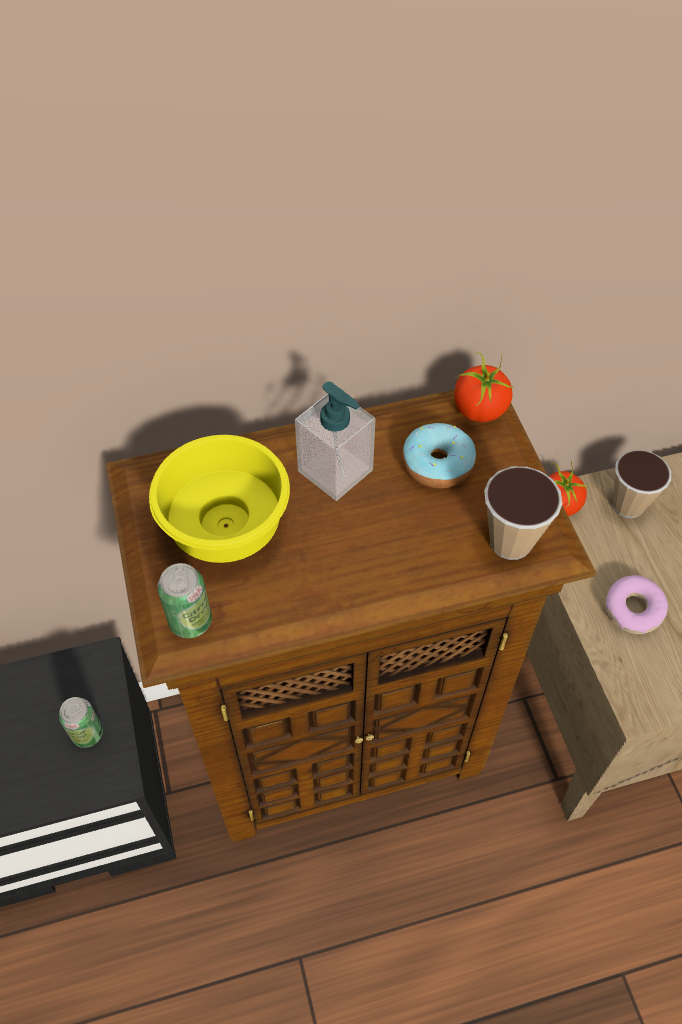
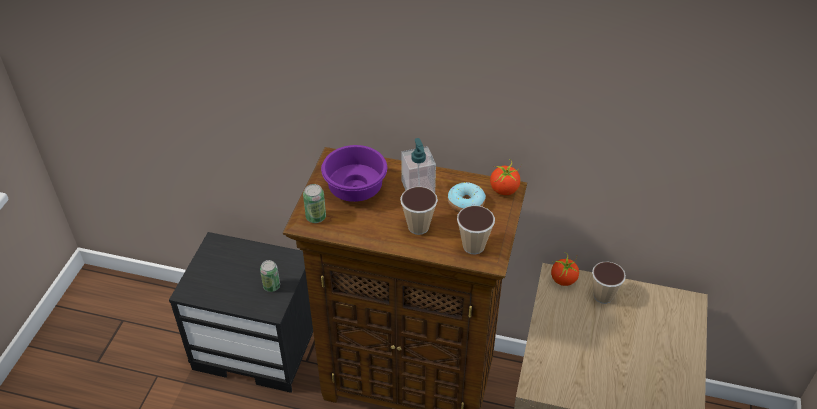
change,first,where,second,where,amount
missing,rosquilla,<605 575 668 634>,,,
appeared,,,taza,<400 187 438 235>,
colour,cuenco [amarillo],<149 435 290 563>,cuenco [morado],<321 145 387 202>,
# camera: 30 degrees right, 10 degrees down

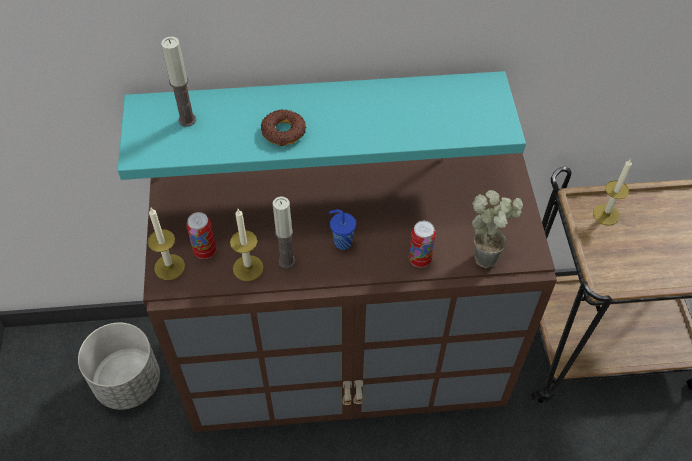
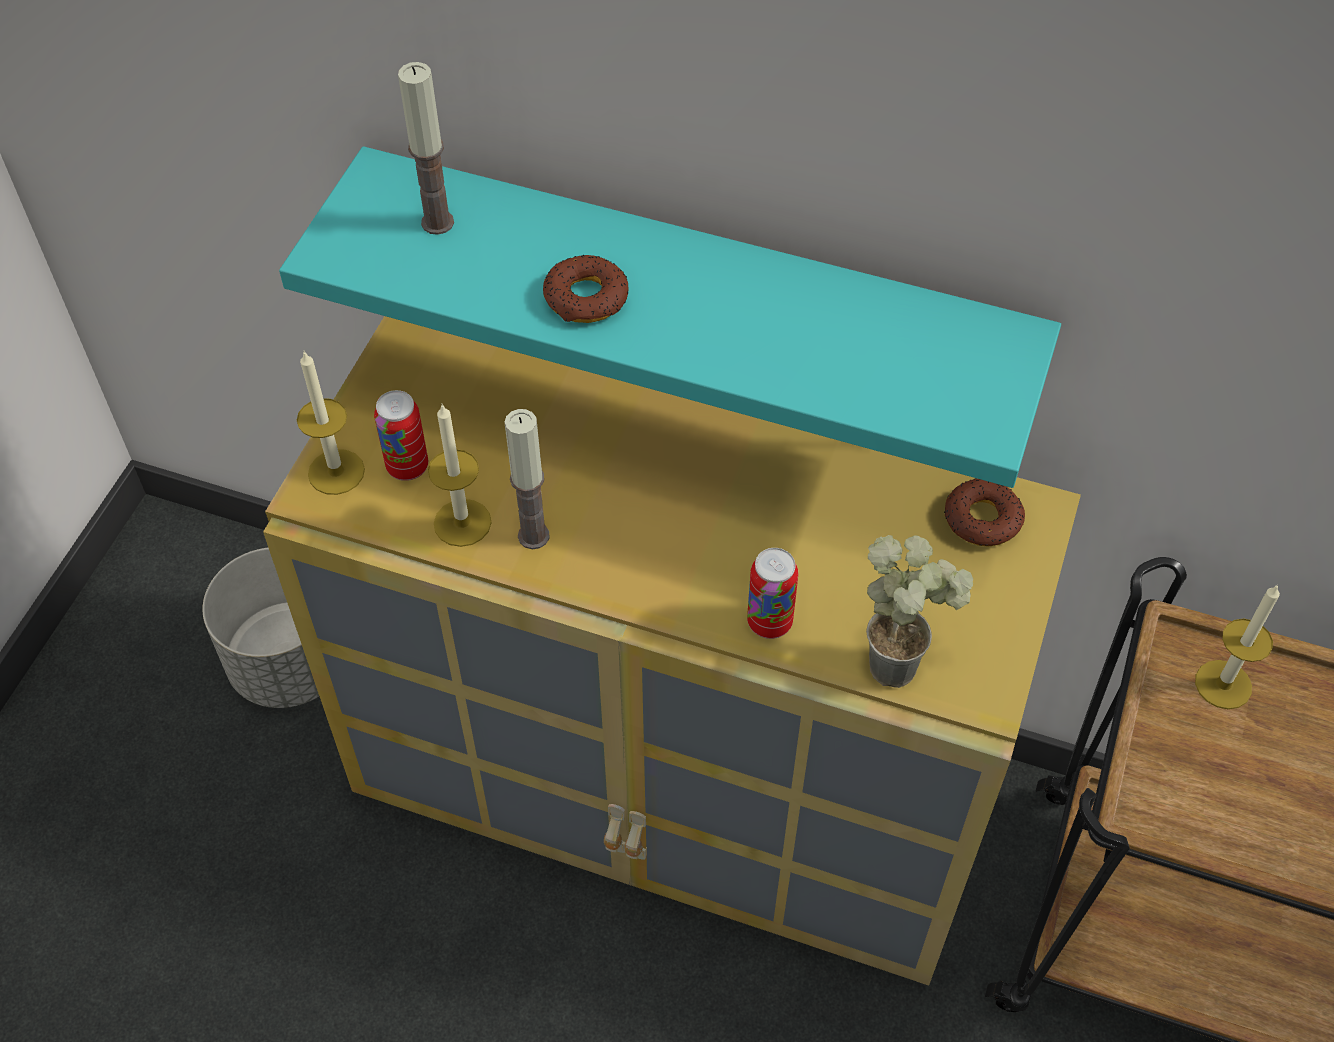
change,first,where,second,where,amount
missing,taza [azul],<329 209 356 250>,,,
appeared,,,rosquilla,<944 478 1025 547>,
colour,armario [marrón],<143 153 557 432>,armario [amarillo],<263 316 1081 986>,
# camera: 25 degrees right, 0 degrees up

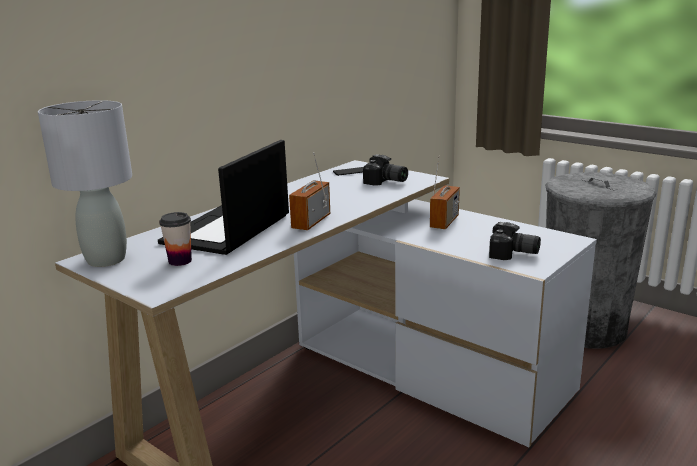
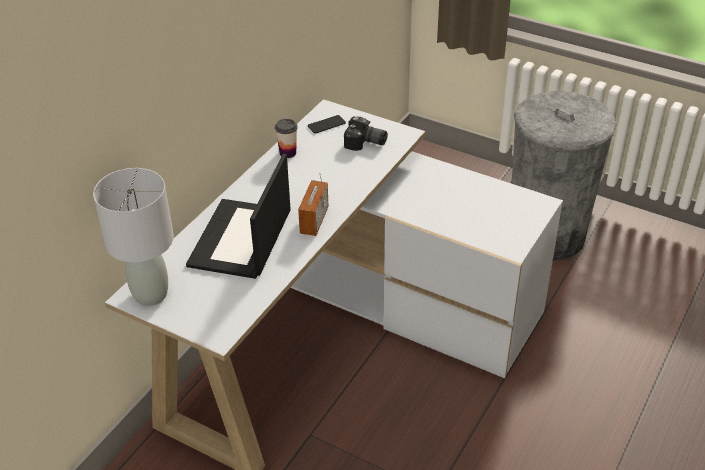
change,first,where,second,where,amount
missing,radio,<430 156 460 229>,,,
missing,cámara,<489 222 541 260>,,,
relocated,taza,<159 212 192 266>,,<275 119 298 158>,
# camera: 10 degrees left, 20 degrees up

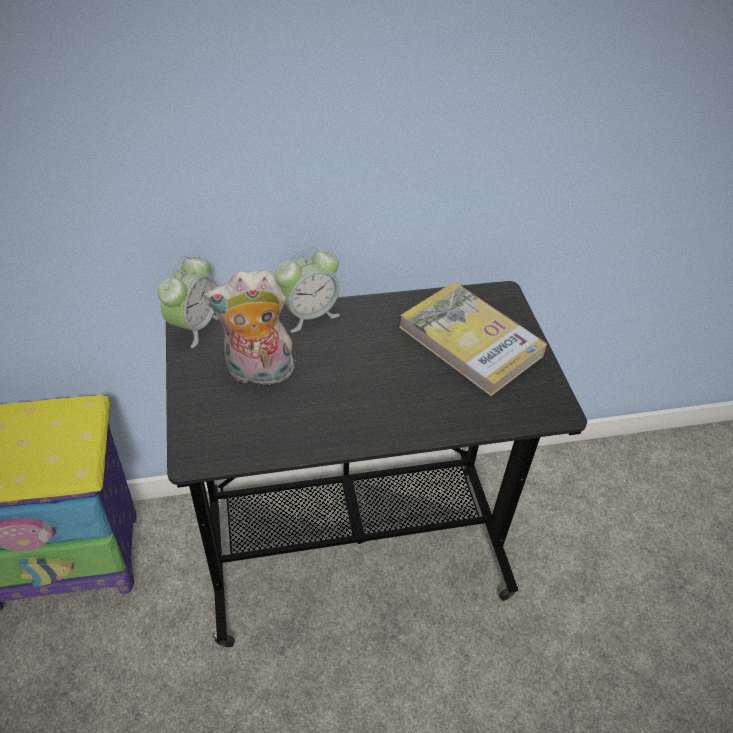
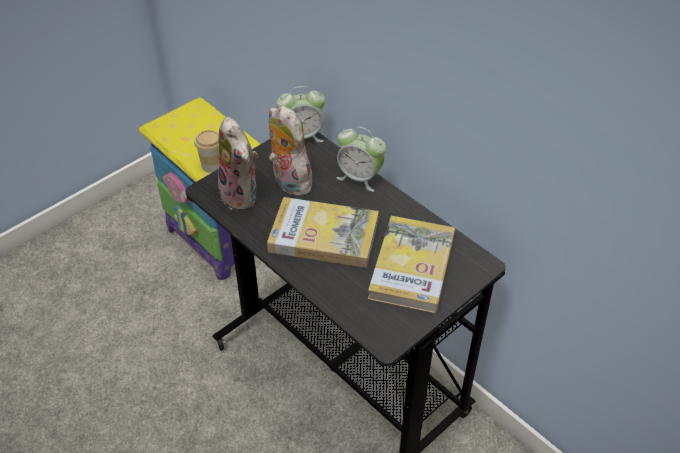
change,first,where,second,where,amount
appeared,,,taza,<194 130 220 173>,
appeared,,,peluche,<218 117 258 210>,
appeared,,,libro,<267 197 379 268>,
# camera: 60 degrees right, 0 degrees up

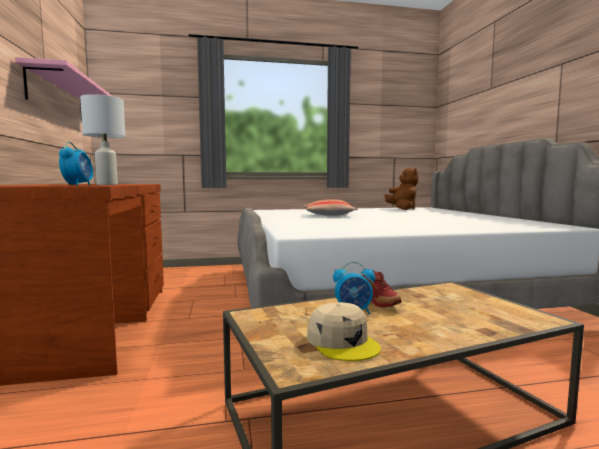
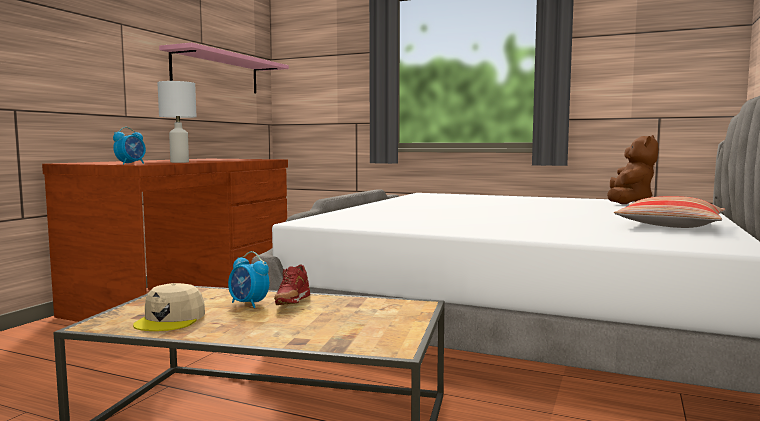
change,first,where,second,where,amount
relocated,cojín,<303 199 358 216>,,<614 196 726 228>,
# camera: 35 degrees right, 0 degrees up

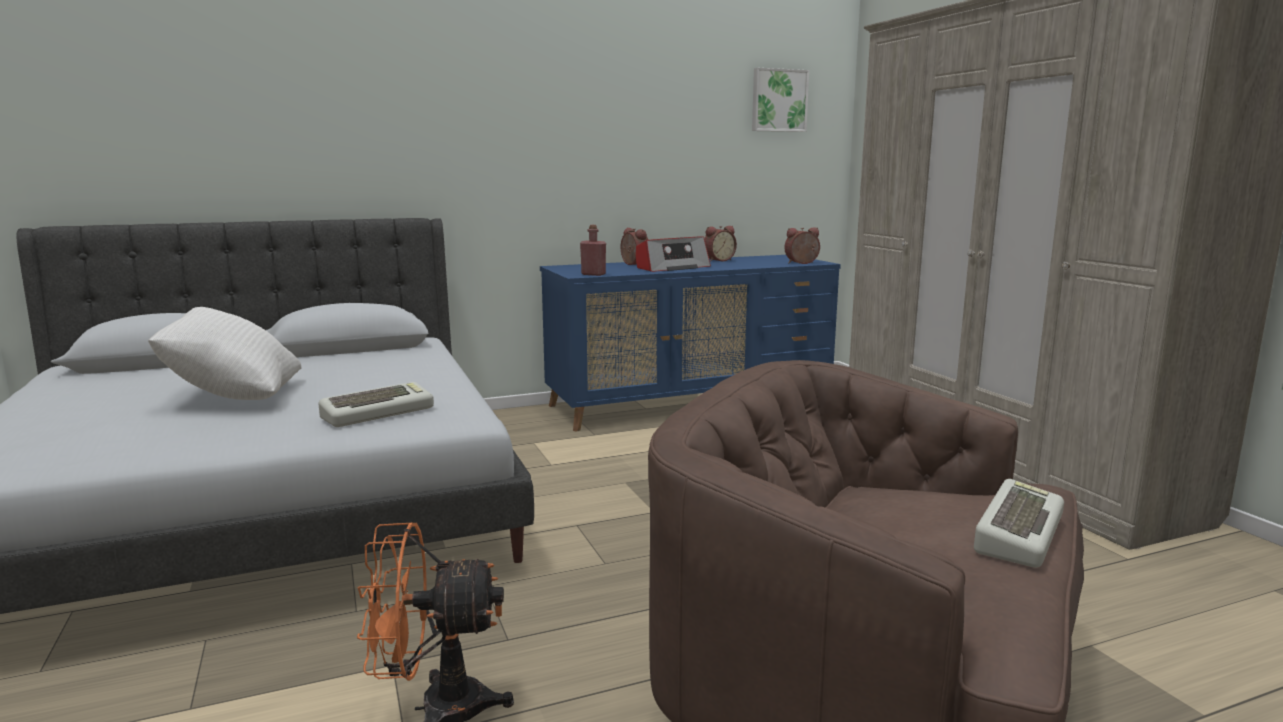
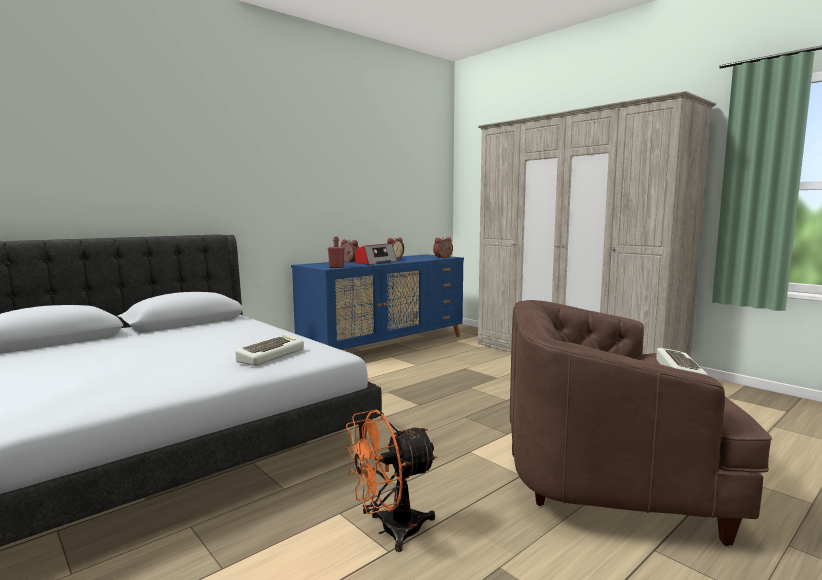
change,first,where,second,where,amount
missing,cojín [blanco],<148 307 301 400>,,,
missing,cuadro,<752 68 809 132>,,,
# camera: 20 degrees left, 5 degrees down

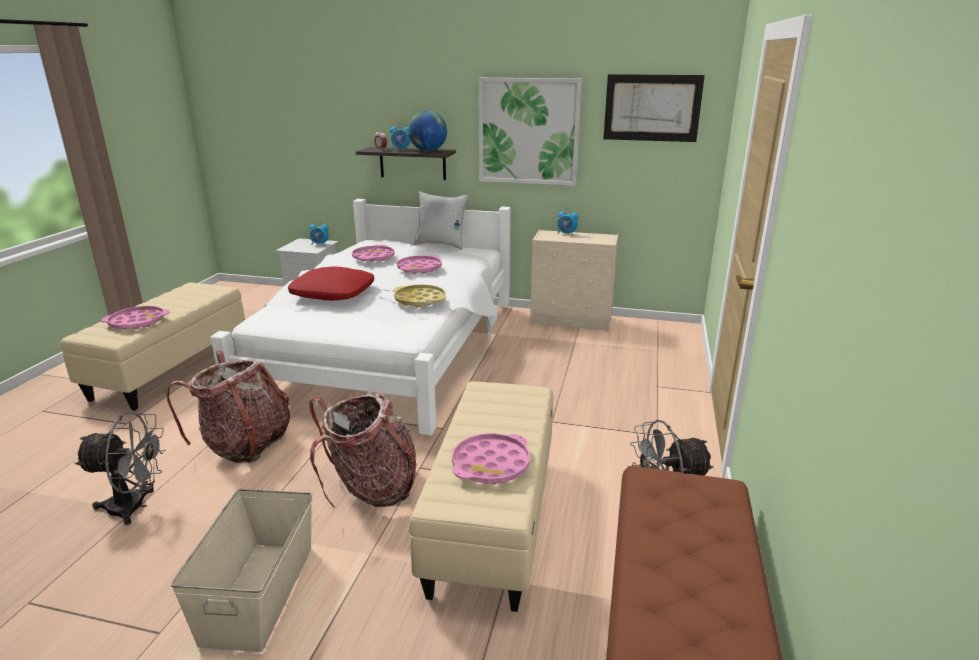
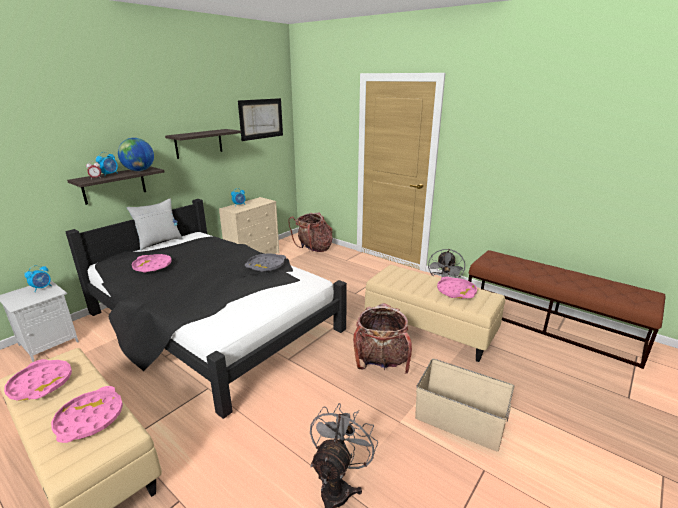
change,first,where,second,where,amount
missing,cojín [rojo],<288 266 374 300>,,,
relocated,mochila,<166 351 290 463>,,<288 212 332 252>,
relocated,bandeja [rosa],<397 255 442 274>,,<4 359 72 401>,
exchanged,cuadro,<478 78 582 186>,estante,<165 129 241 159>,
colour,cama [blanco],<211 199 511 435>,cama [negro],<66 199 347 419>,
colour,bandeja [amarillo],<394 284 446 308>,bandeja [gris],<245 253 286 272>,
# camera: 65 degrees left, 0 degrees up

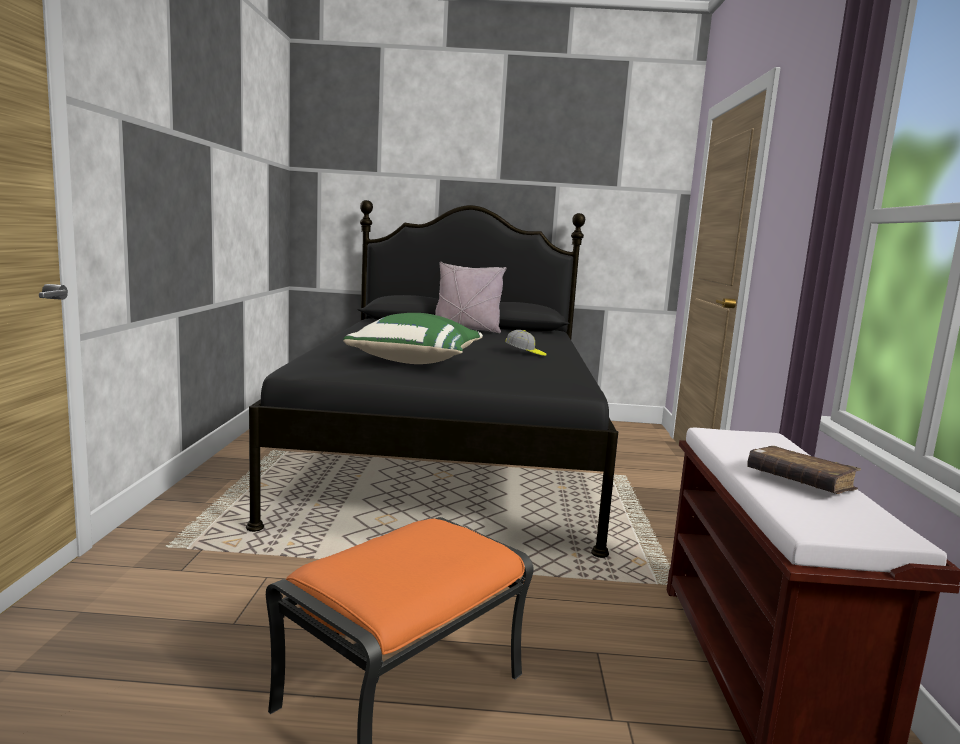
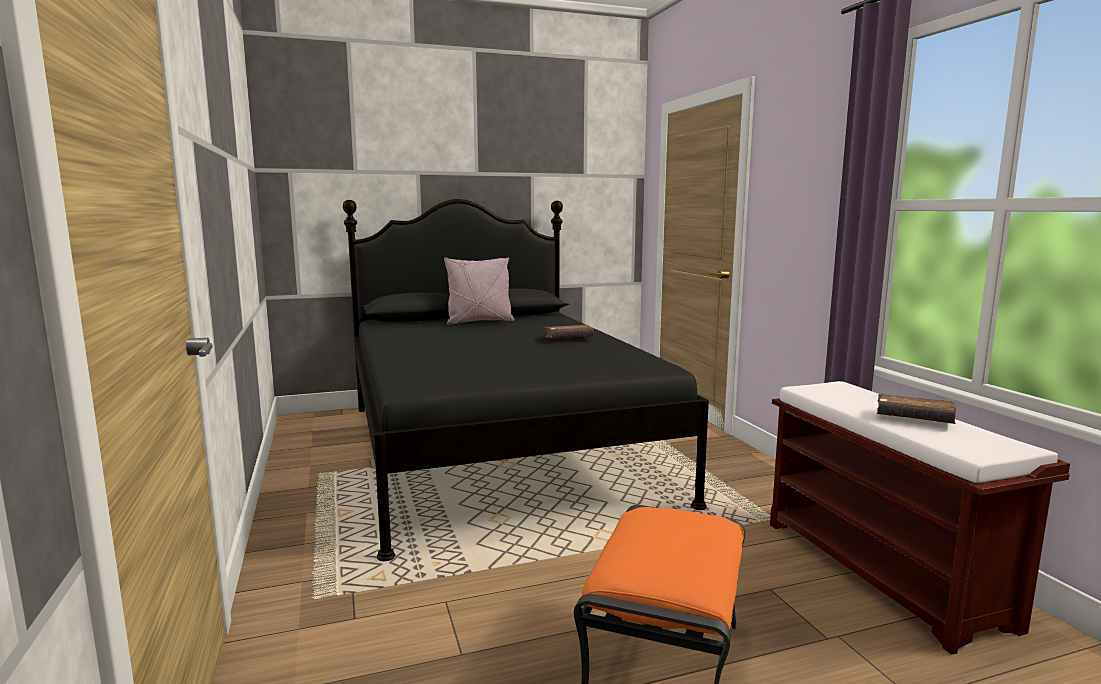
change,first,where,second,where,amount
missing,cojín [verde],<343 313 483 364>,,,
exchanged,gorra,<505 330 547 356>,libro [marrón],<545 324 594 338>,
# camera: 20 degrees left, 0 degrees up

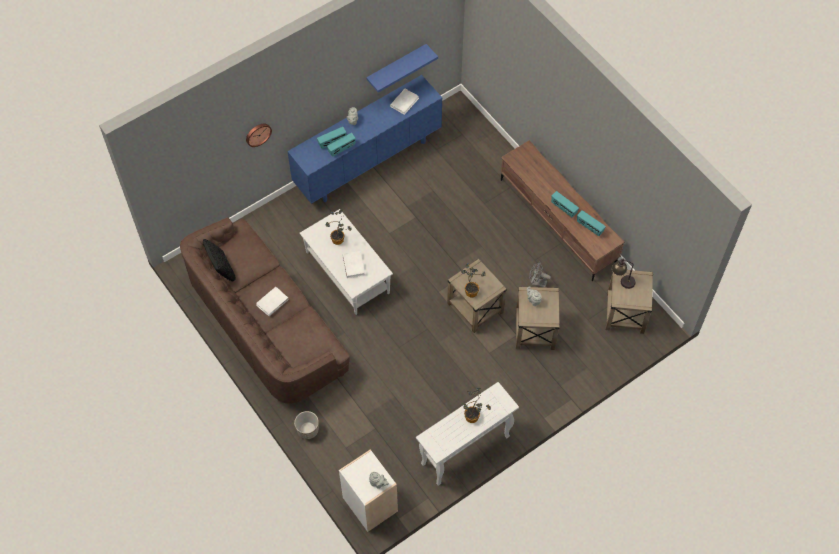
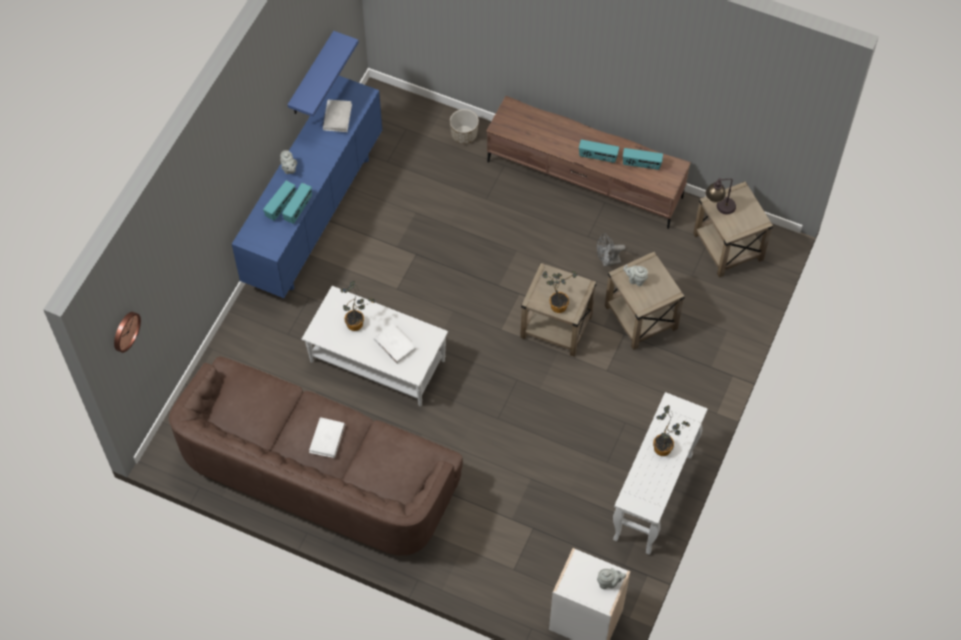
change,first,where,second,where,amount
missing,cojín [negro],<203 239 236 282>,,,
relocated,reloj de pared,<246 124 272 147>,,<114 312 141 353>,
relocated,maceta,<294 411 319 439>,,<450 109 479 144>,
# camera: 30 degrees left, 0 degrees up

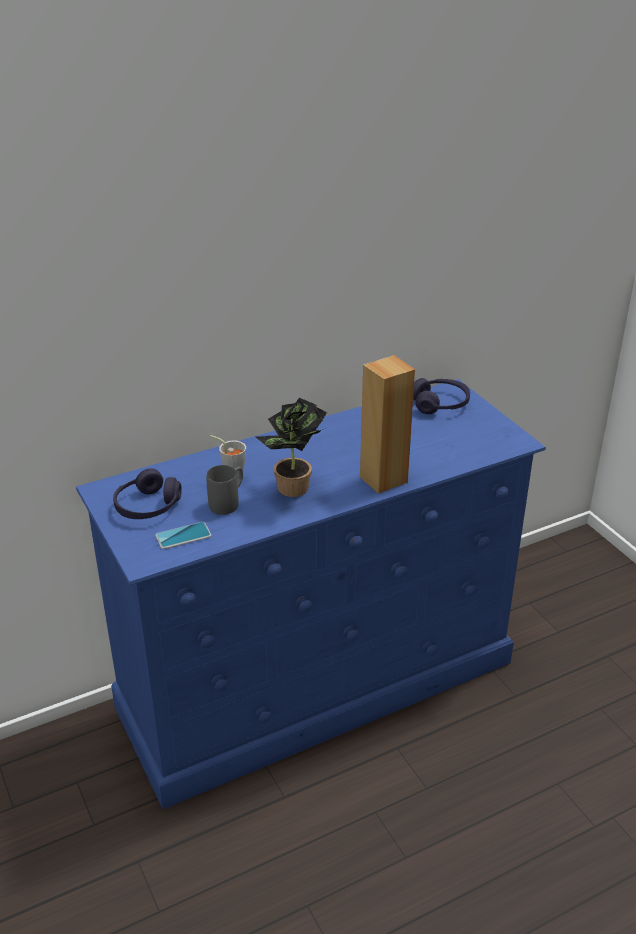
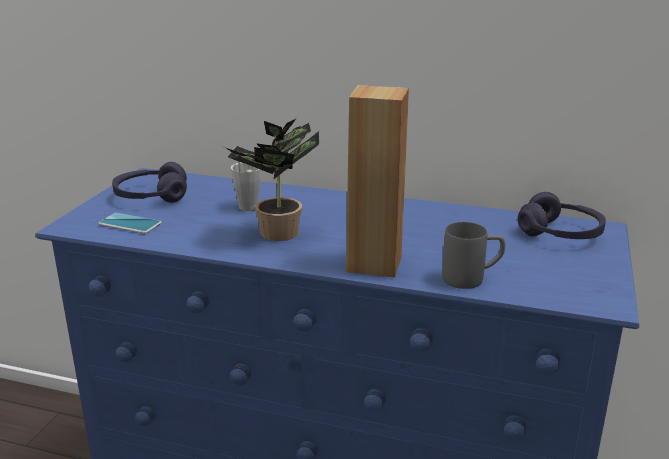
change,first,where,second,where,amount
relocated,taza grande [gris],<206 465 243 515>,,<442 222 505 289>,
# camera: 45 degrees right, 10 degrees down

